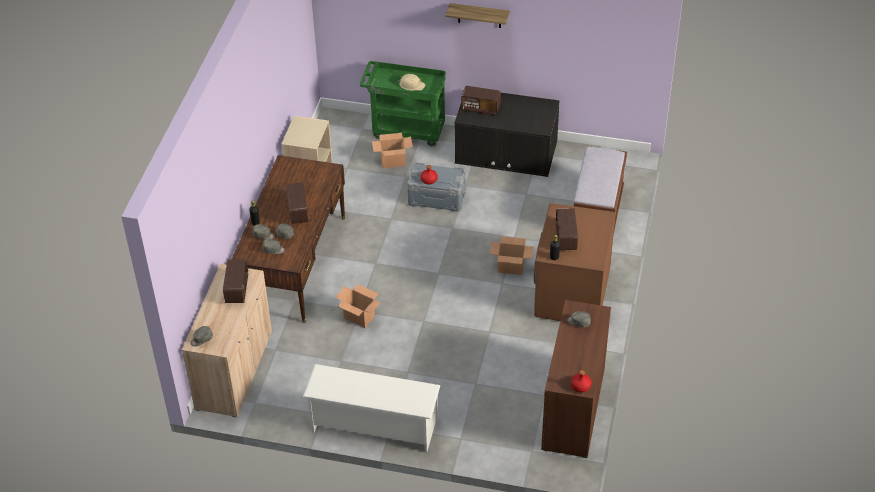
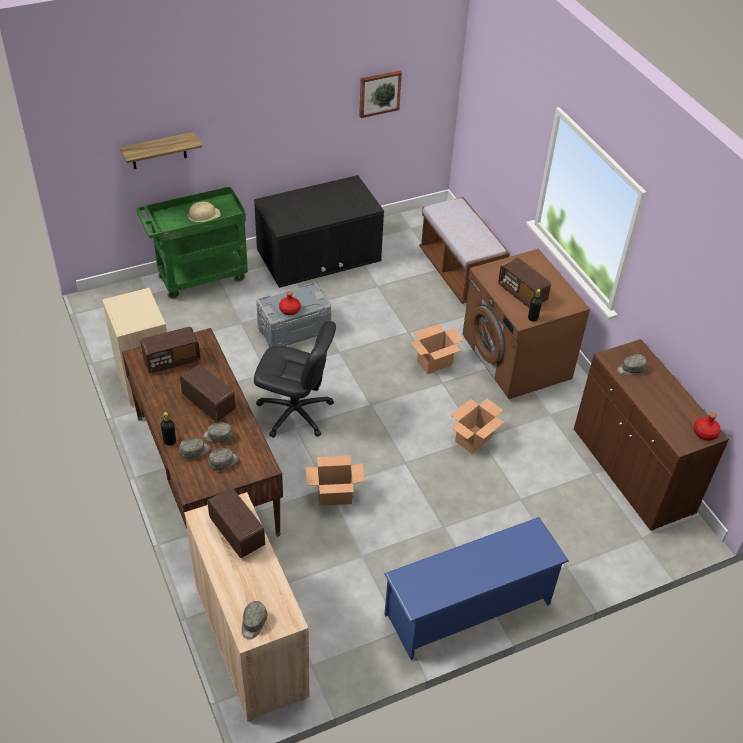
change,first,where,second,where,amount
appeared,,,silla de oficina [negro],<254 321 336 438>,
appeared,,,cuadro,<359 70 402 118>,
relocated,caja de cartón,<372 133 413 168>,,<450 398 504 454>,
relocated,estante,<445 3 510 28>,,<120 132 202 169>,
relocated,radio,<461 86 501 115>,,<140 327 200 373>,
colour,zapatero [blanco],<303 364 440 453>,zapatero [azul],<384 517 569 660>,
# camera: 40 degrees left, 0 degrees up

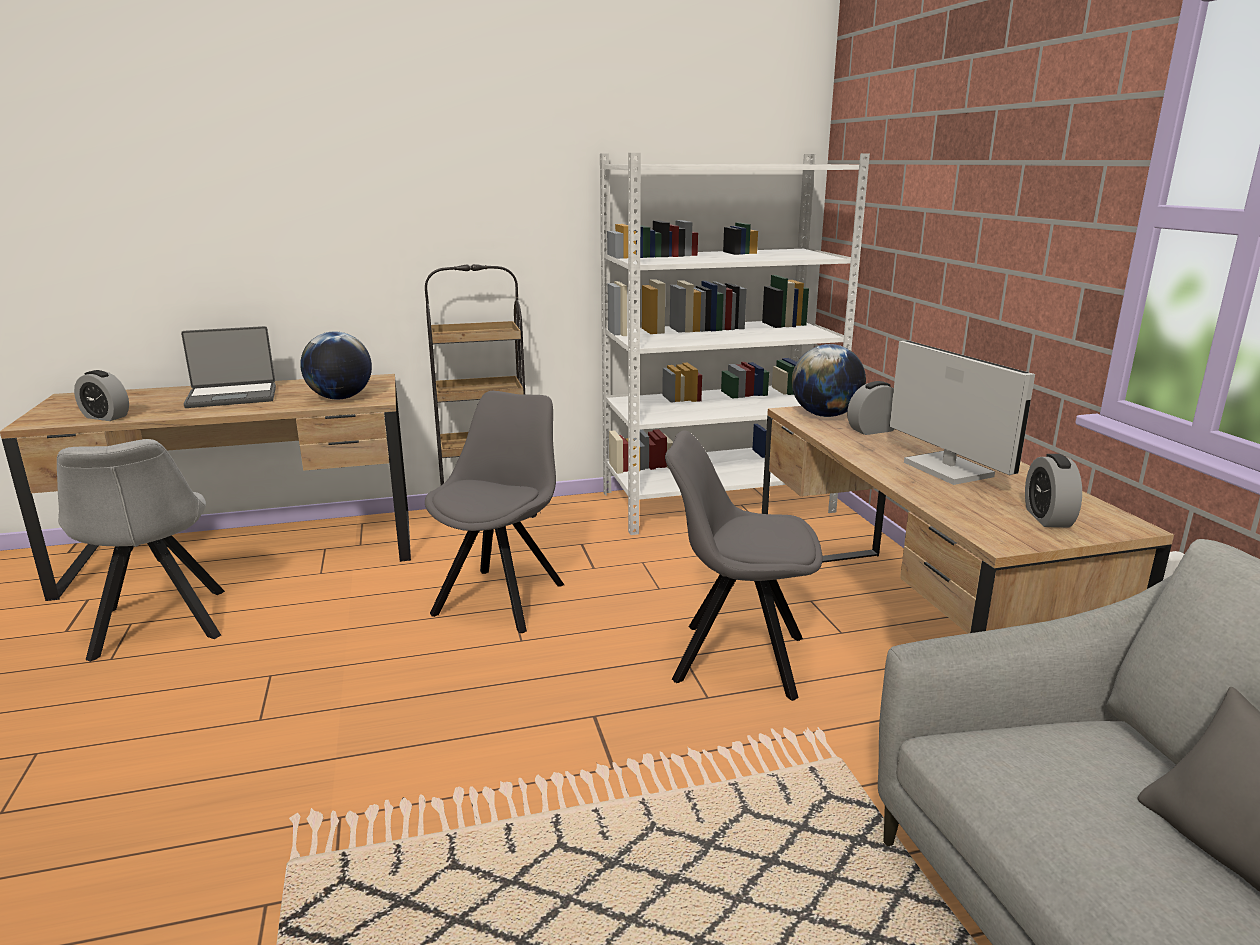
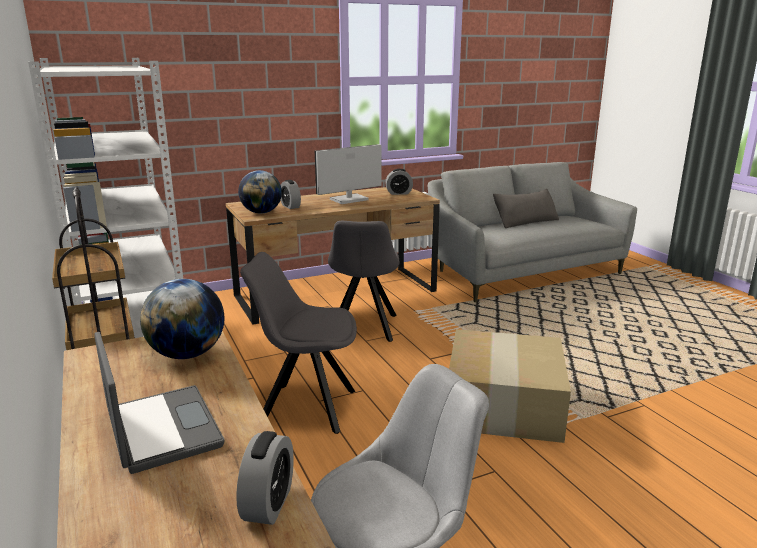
change,first,where,second,where,amount
appeared,,,caja de cartón,<449 329 571 443>,
# camera: 100 degrees left, 0 degrees up

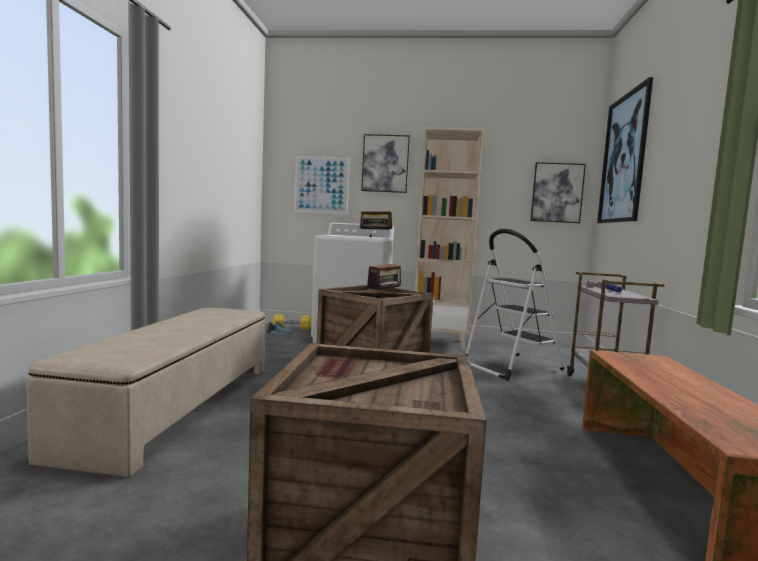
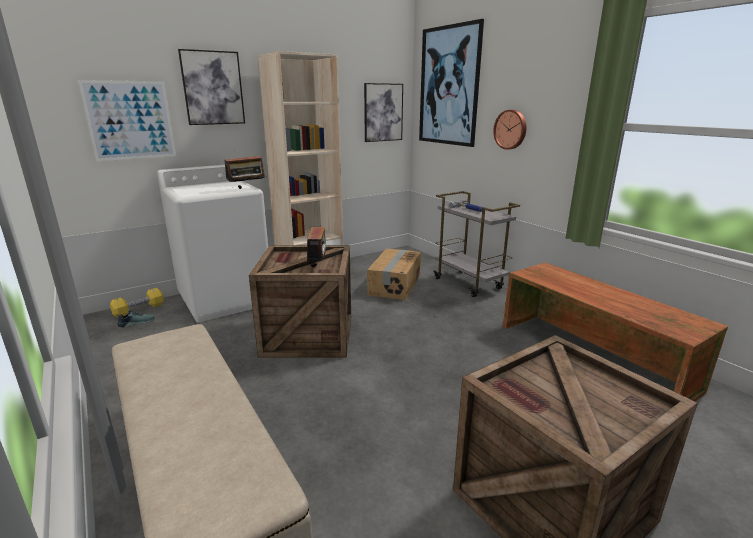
change,first,where,second,where,amount
appeared,,,reloj de pared,<493 110 526 150>,
exchanged,escalera de tijera,<465 229 564 381>,caja de cartón,<367 249 421 300>,
# camera: 40 degrees left, 15 degrees up

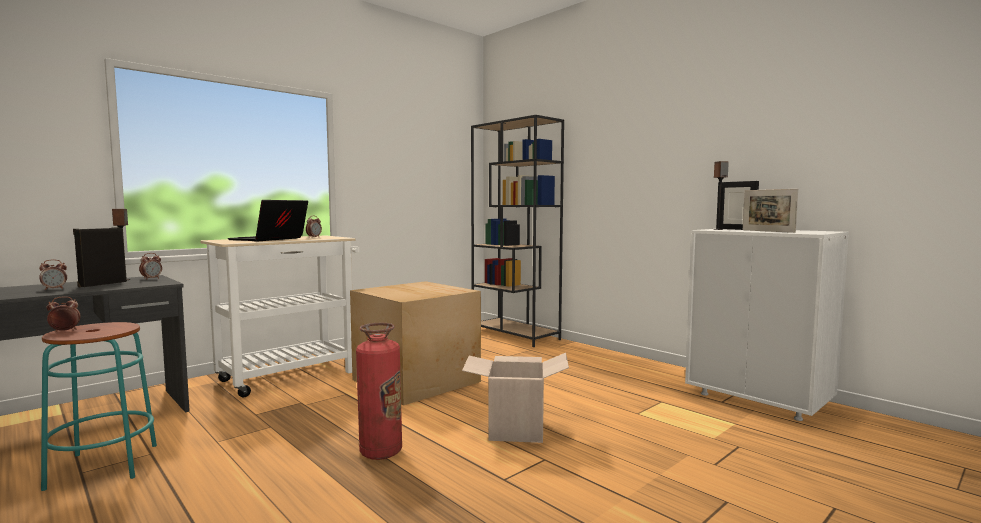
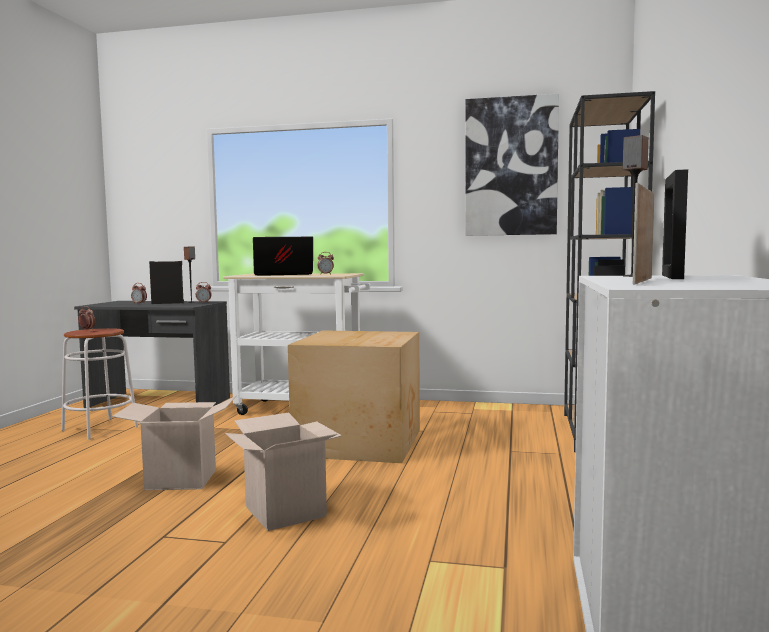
change,first,where,second,where,amount
appeared,,,cuadro,<465 94 559 236>,
exchanged,extintor,<356 323 402 460>,caja de cartón,<112 396 237 490>,
colour,taburete [turquesa],<41 322 157 491>,taburete [blanco],<61 328 138 440>,
# camera: 55 degrees right, 0 degrees up

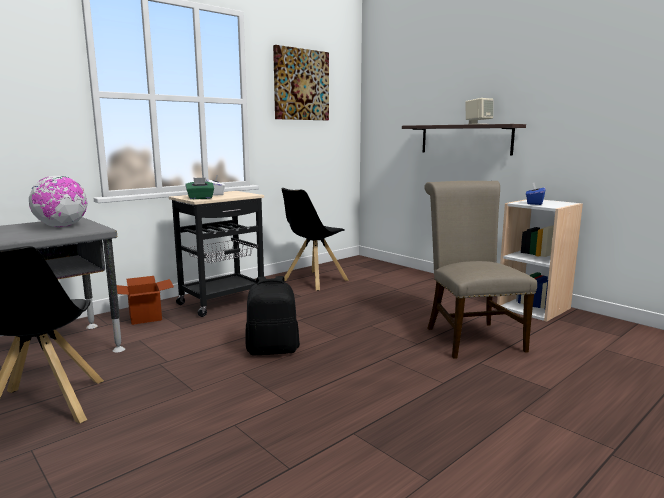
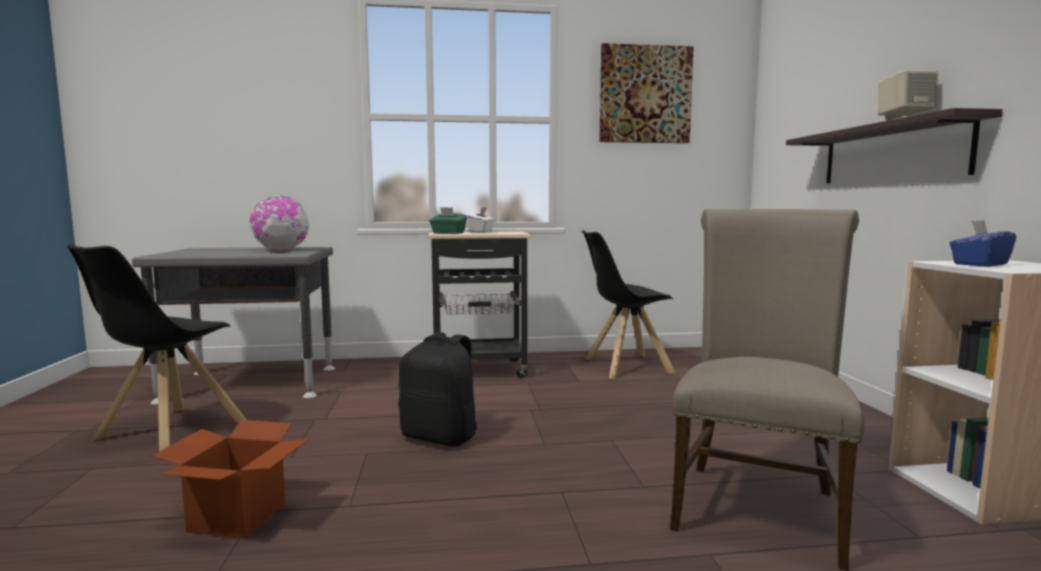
change,first,where,second,where,amount
relocated,caja de cartón,<117 276 174 325>,,<152 420 308 539>,
# camera: 35 degrees right, 5 degrees down

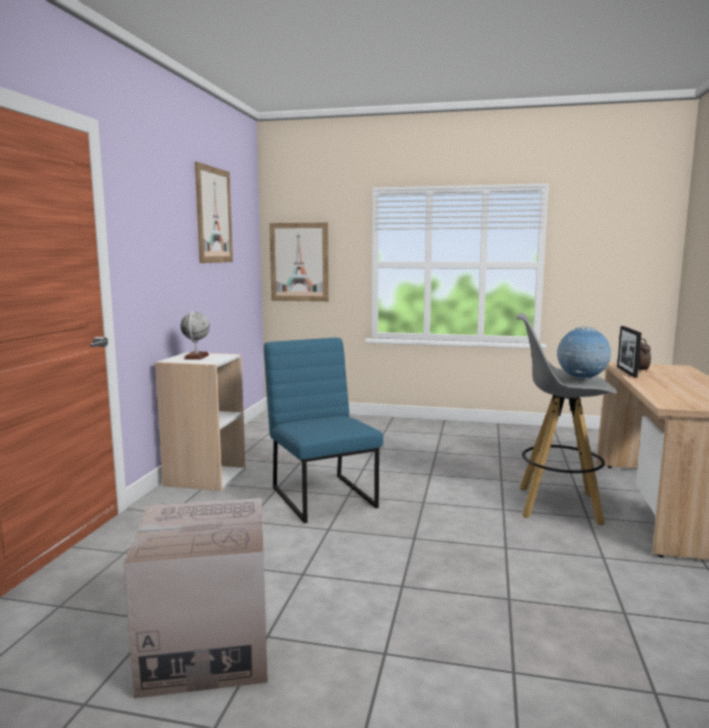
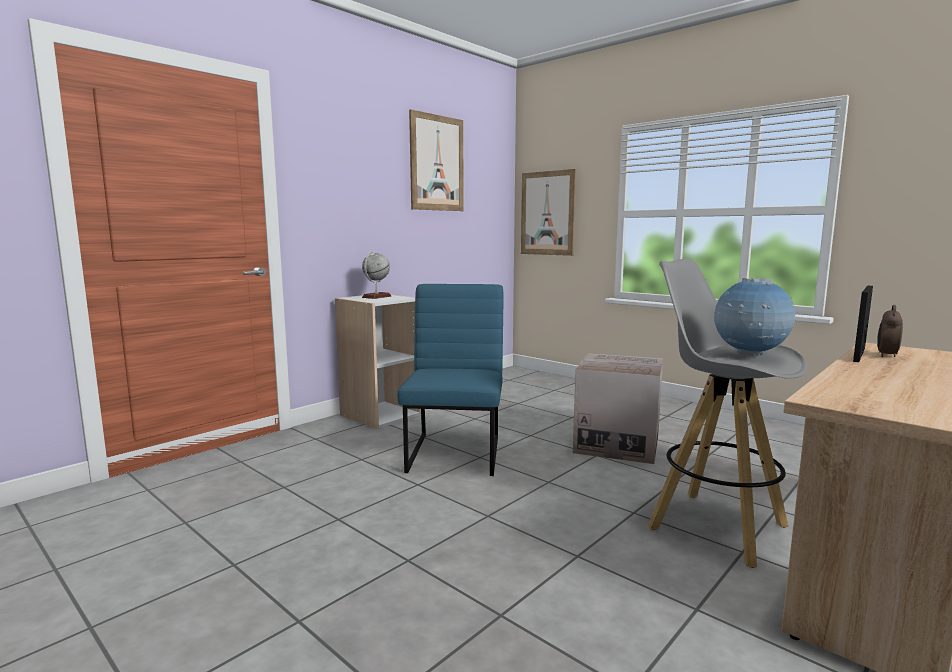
change,first,where,second,where,amount
relocated,caja de cartón,<123 498 268 699>,,<573 353 663 464>,
# camera: 30 degrees right, 0 degrees up

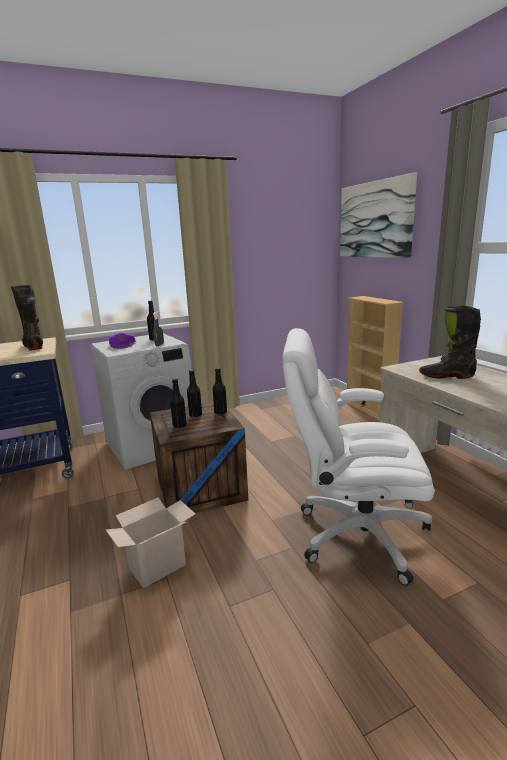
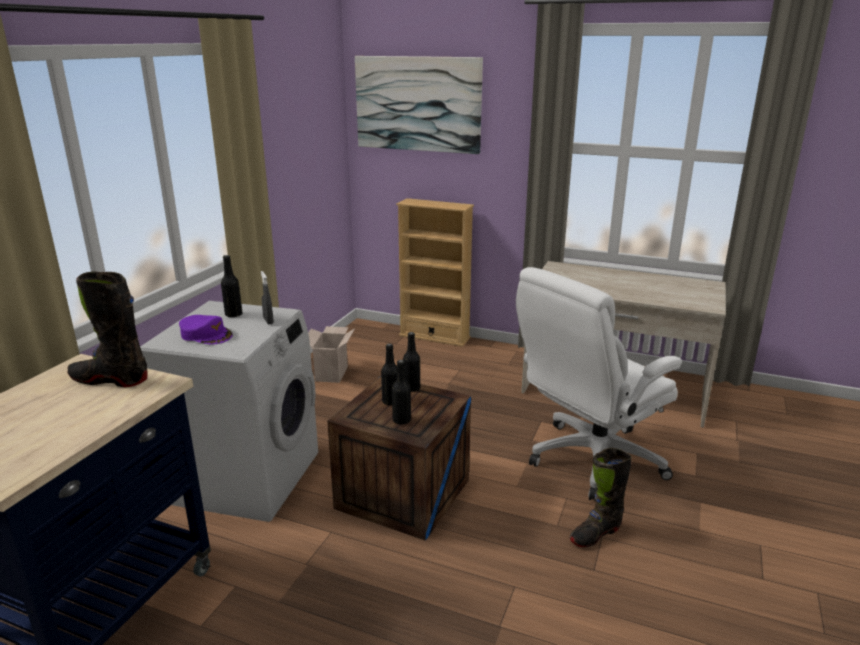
change,first,where,second,where,amount
relocated,caja de cartón,<105 497 195 588>,,<308 326 355 383>,
relocated,bota [negro],<419 306 481 379>,,<570 448 632 547>,
# camera: 45 degrees left, 5 degrees up

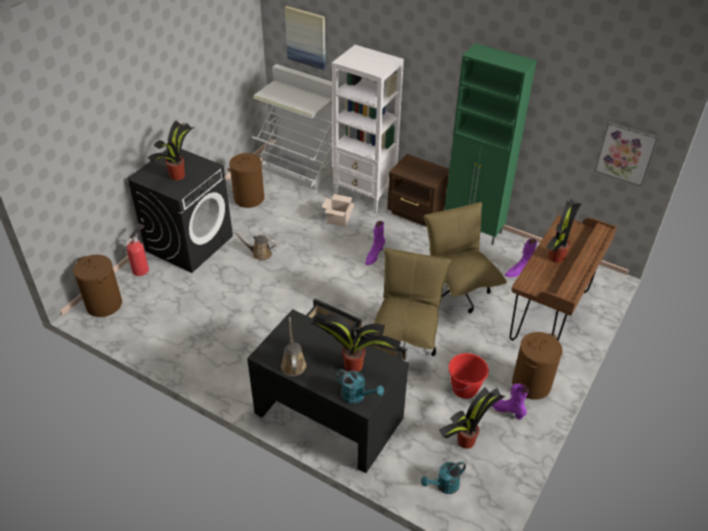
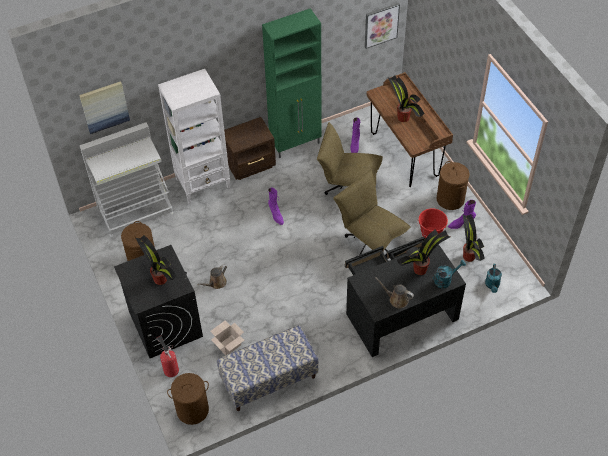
change,first,where,second,where,amount
appeared,,,banco,<217 325 318 411>,
relocated,caja de cartón,<322 194 355 227>,,<210 320 244 355>,
# camera: 55 degrees left, 10 degrees up

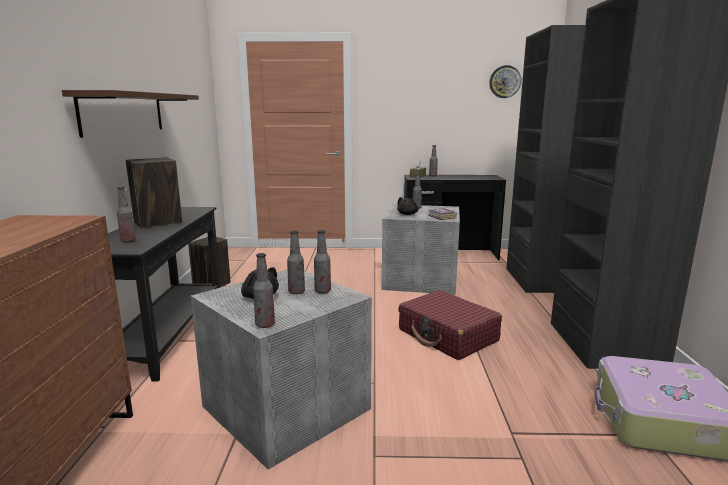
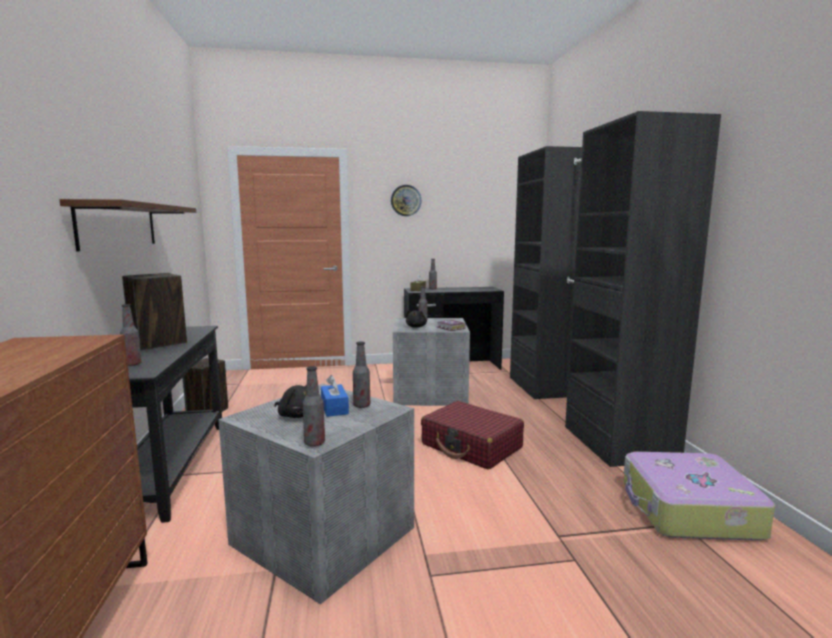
change,first,where,second,where,amount
relocated,reloj de pared,<489 65 522 98>,,<391 185 421 216>,
exchanged,botella,<287 230 305 294>,caja de pañuelos [azul],<321 375 349 417>,
# camera: 10 degrees left, 5 degrees down

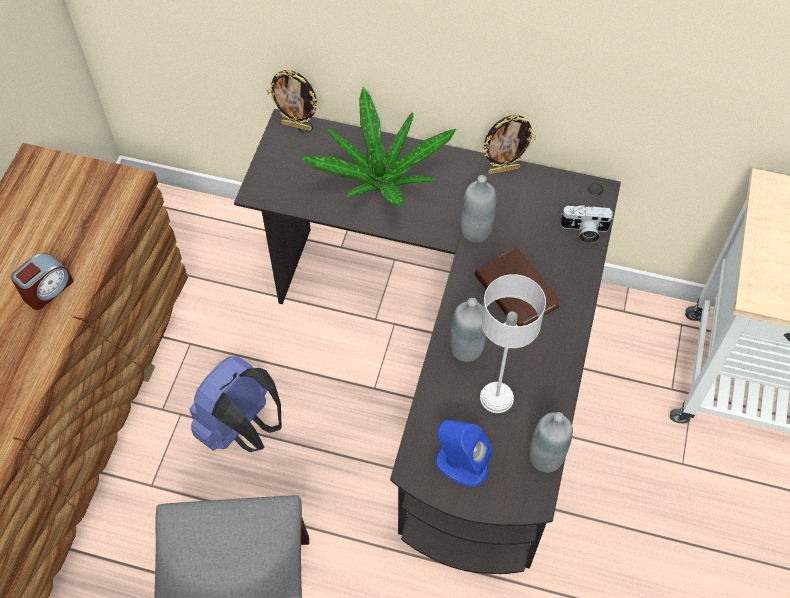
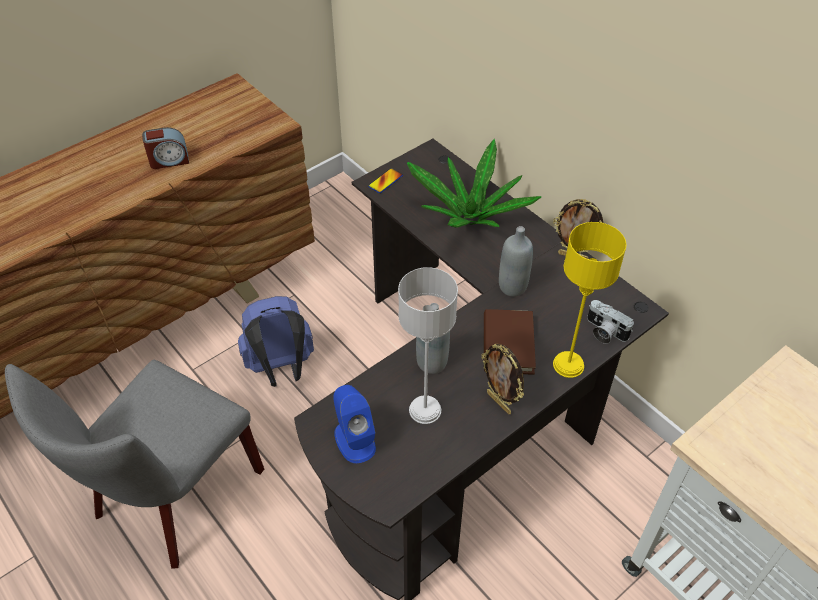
change,first,where,second,where,amount
missing,botella [gris],<529 412 573 473>,,,
appeared,,,móvil,<368 168 403 193>,
appeared,,,lámpara de mesa [amarillo],<553 222 627 378>,
relocated,portarretratos,<267 70 320 131>,,<481 343 524 414>,
# camera: 35 degrees right, 10 degrees down

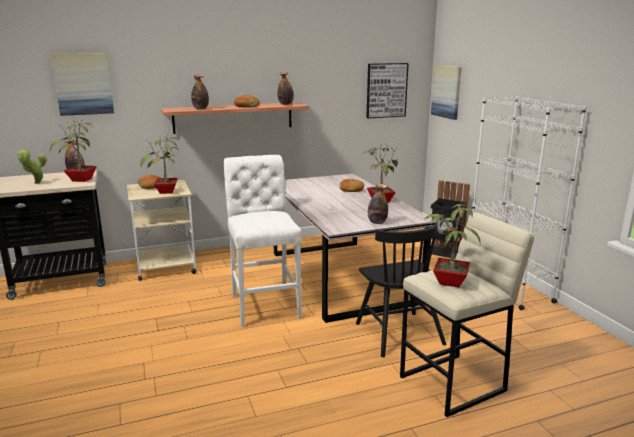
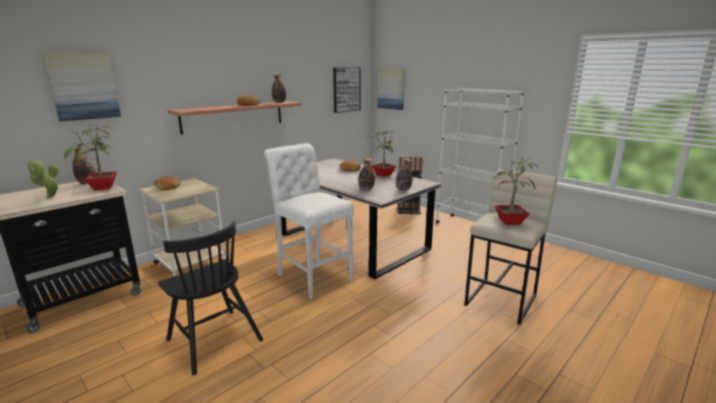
change,first,where,second,where,amount
missing,planta en maceta,<141 135 179 194>,,,
relocated,botella,<191 75 209 109>,,<358 158 375 190>,
relocated,silla [negro],<356 223 447 357>,,<158 221 263 375>,
# camera: 25 degrees left, 0 degrees up

